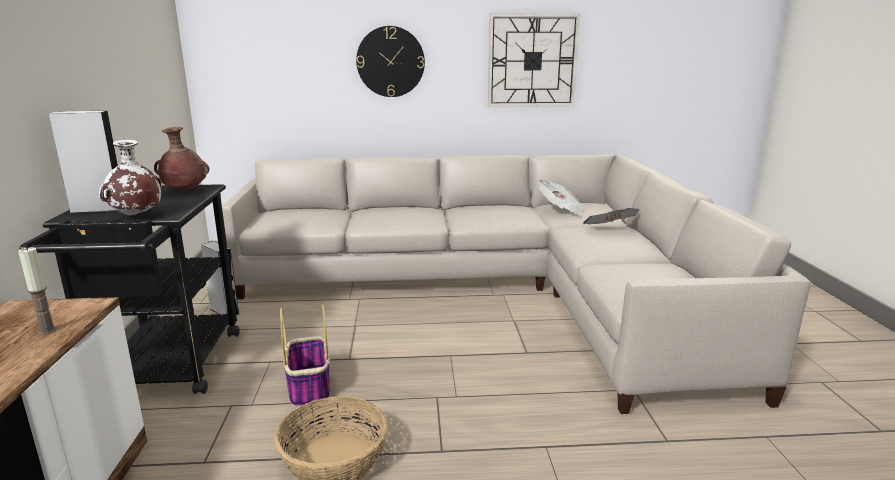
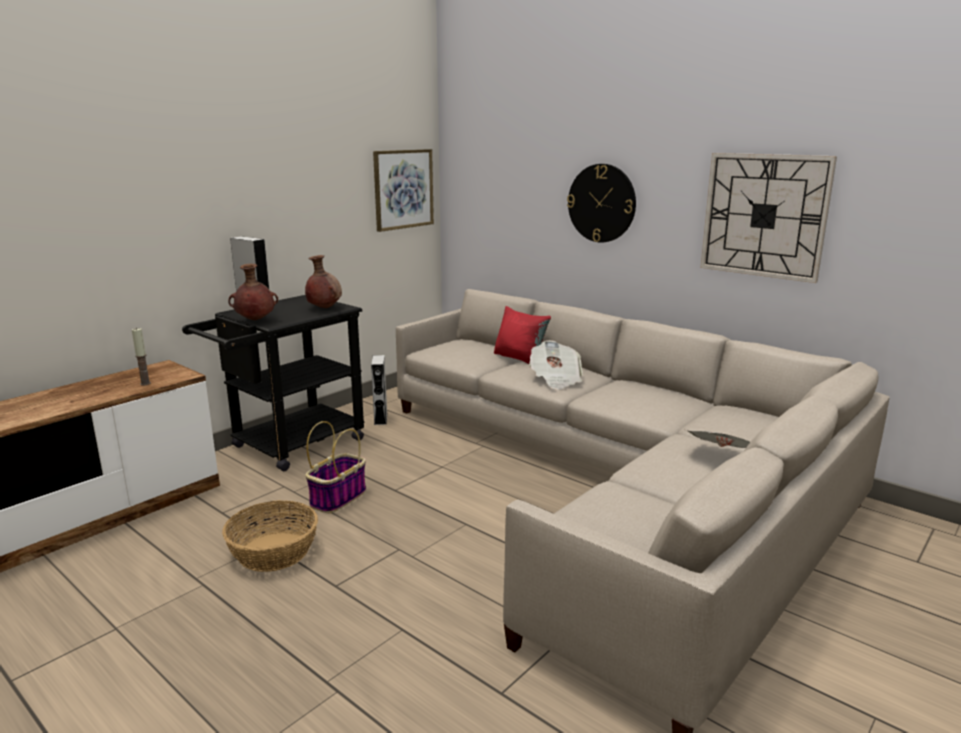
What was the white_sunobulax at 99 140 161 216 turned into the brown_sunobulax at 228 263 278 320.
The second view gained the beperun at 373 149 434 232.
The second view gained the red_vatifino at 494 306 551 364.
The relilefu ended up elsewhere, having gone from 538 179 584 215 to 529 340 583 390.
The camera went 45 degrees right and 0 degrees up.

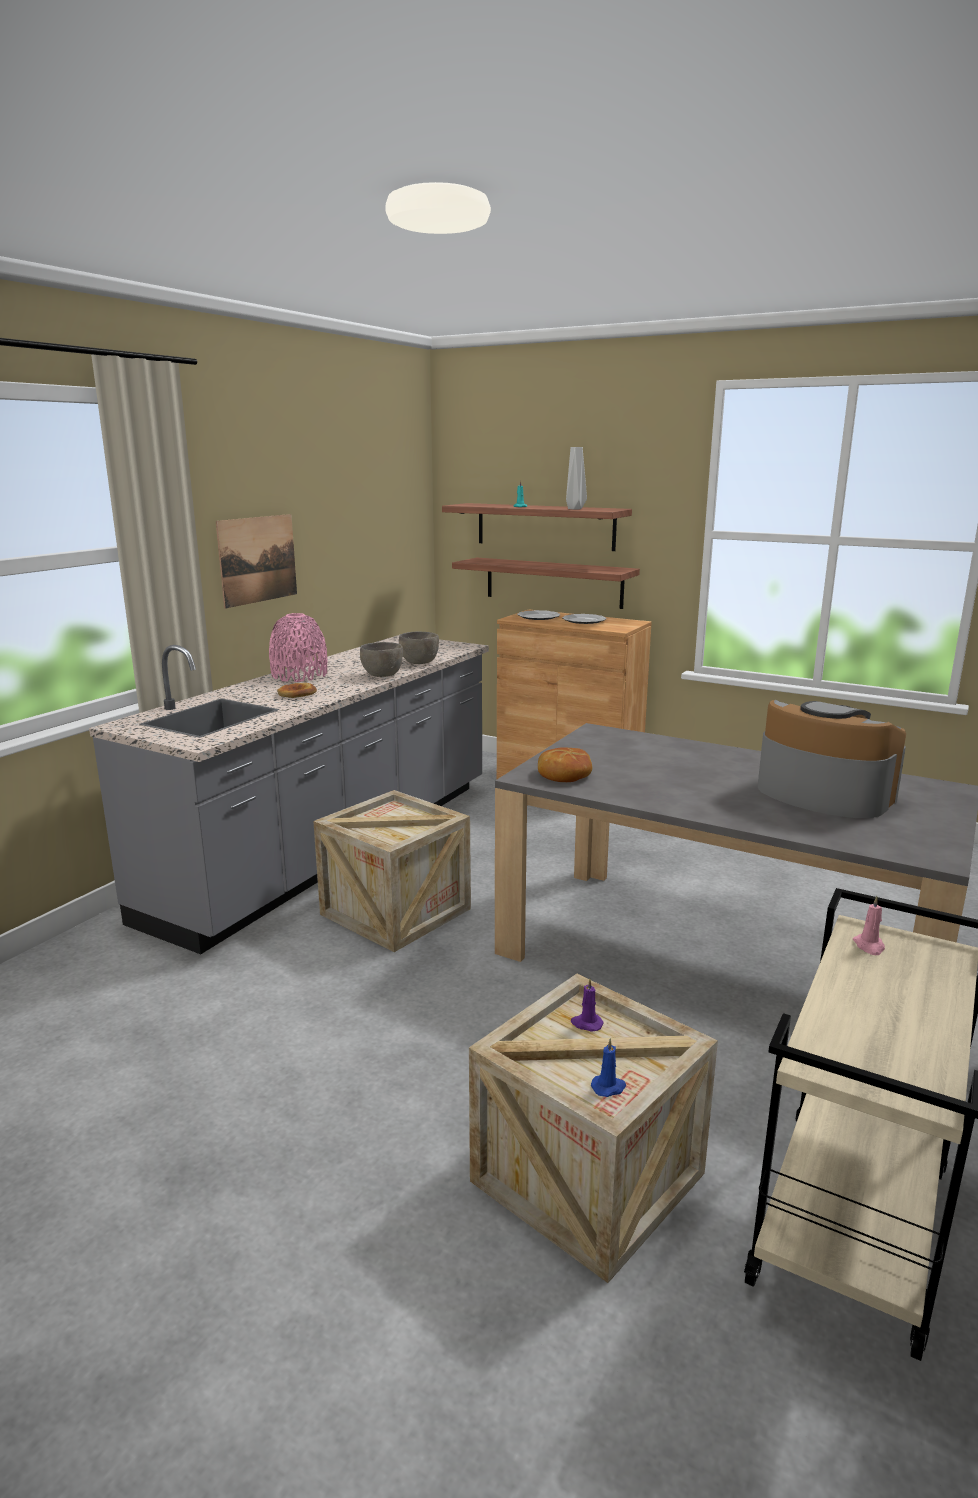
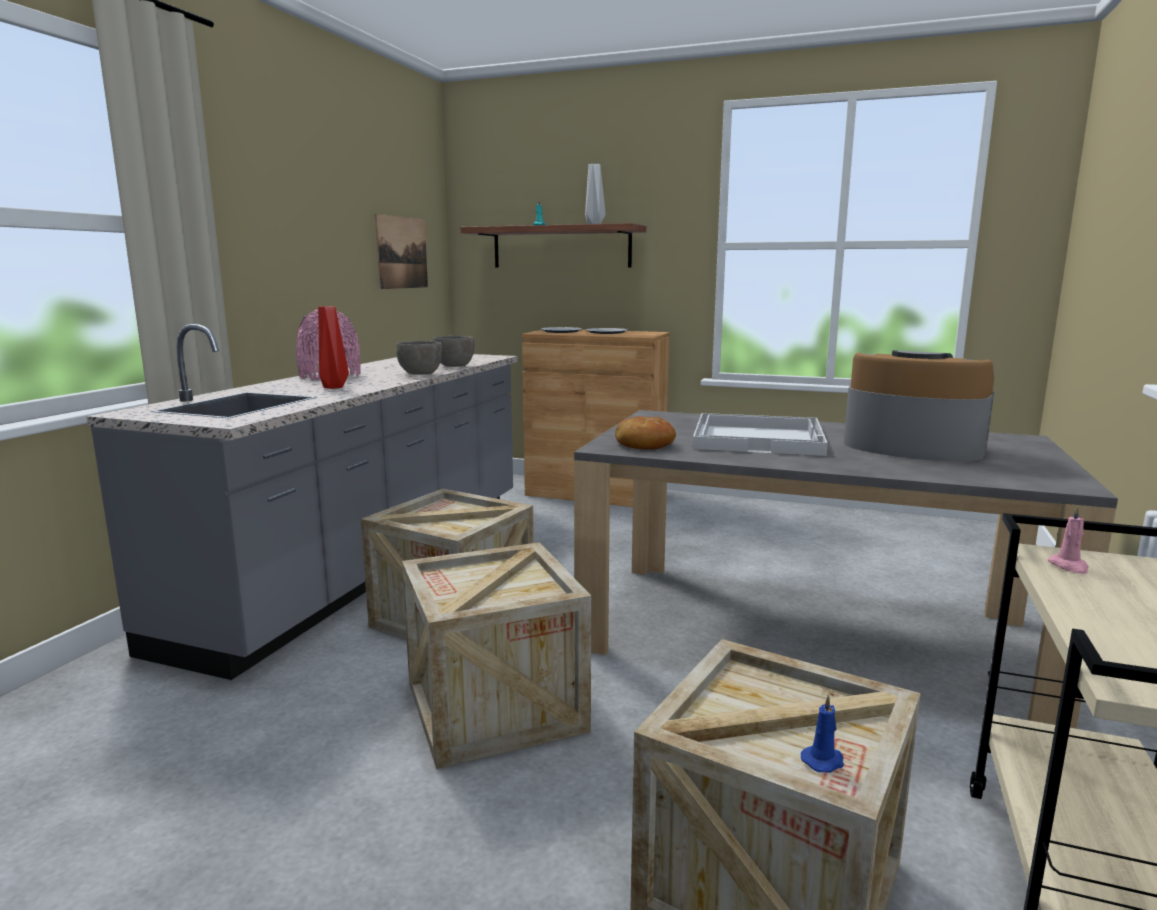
Where the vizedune stood at 277 683 317 698, the red_sunobulax came to stand at 318 306 349 389.
The beperun ended up elsewhere, having gone from 216 514 297 609 to 375 214 428 289.
The second view gained the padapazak at 402 542 591 769.
The second view gained the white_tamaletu at 693 413 828 456.
The second view lost the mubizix at 452 558 640 609.
The second view lost the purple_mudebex at 571 978 604 1032.
The camera went 10 degrees left and 5 degrees down.

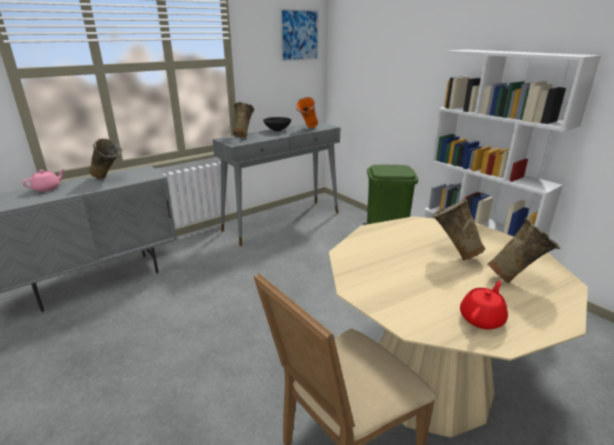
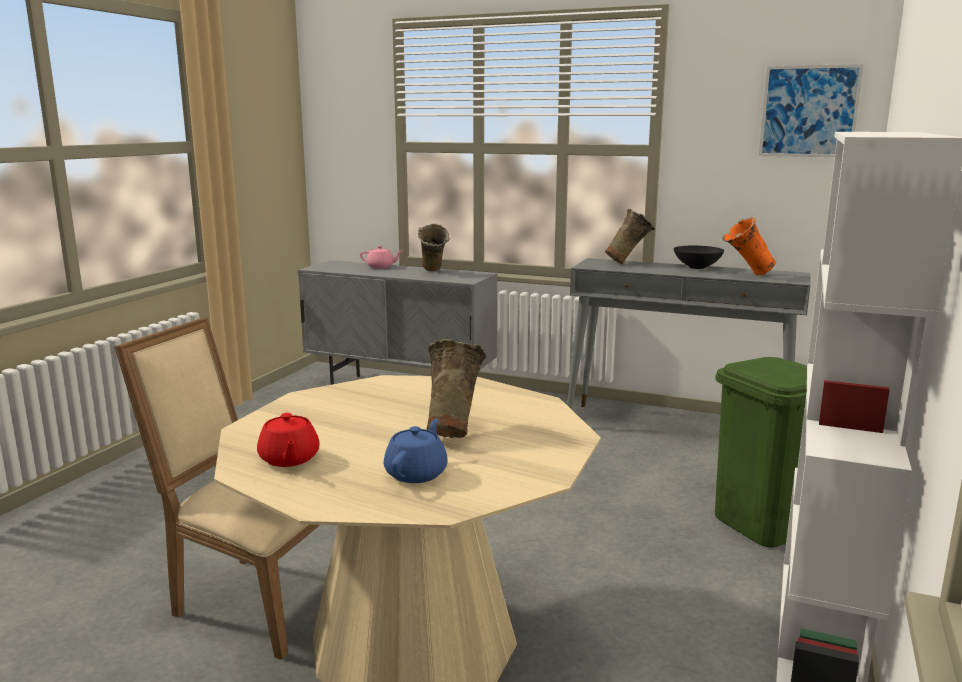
The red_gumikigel at 460 281 508 330 ended up facing another way, 60 degrees clockwise from before.
Where the beige_sunobulax stood at 488 218 560 284, the blue_gumikigel came to stand at 384 419 448 483.
The camera went 60 degrees right and 10 degrees down.

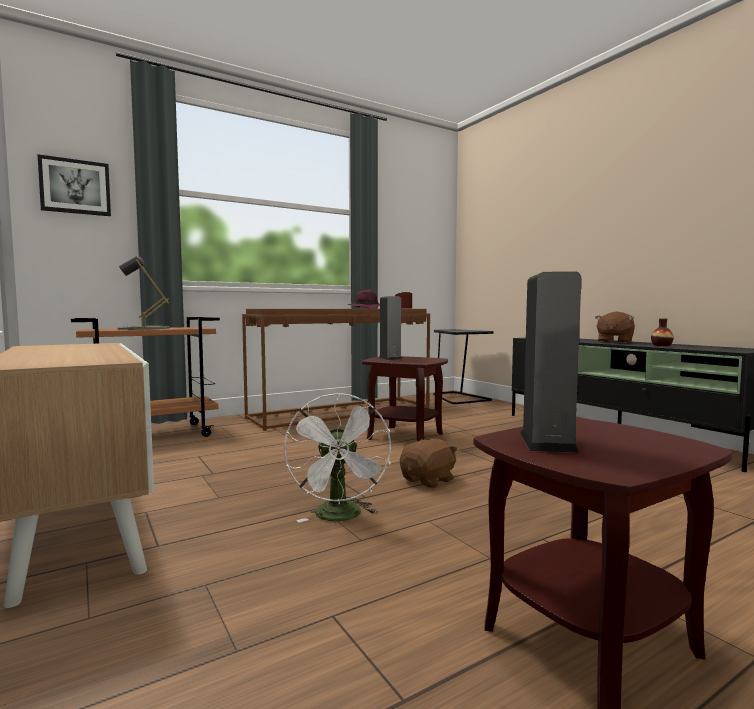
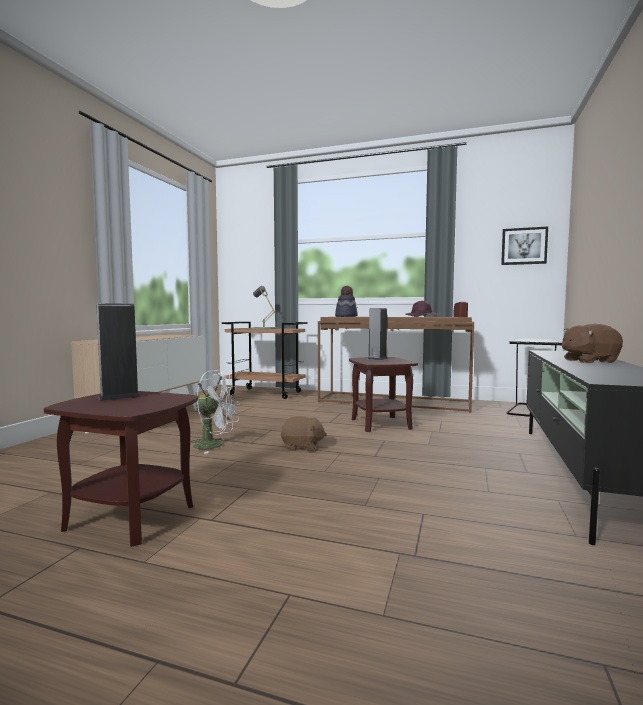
The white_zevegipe at 284 393 391 522 ended up facing another way, 120 degrees counterclockwise from before.
The second view gained the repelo at 335 286 357 317.
The beperun ended up elsewhere, having gone from 37 154 111 216 to 501 226 548 265.
The second view lost the sunobulax at 651 318 674 346.
The camera went 50 degrees right and 0 degrees up.

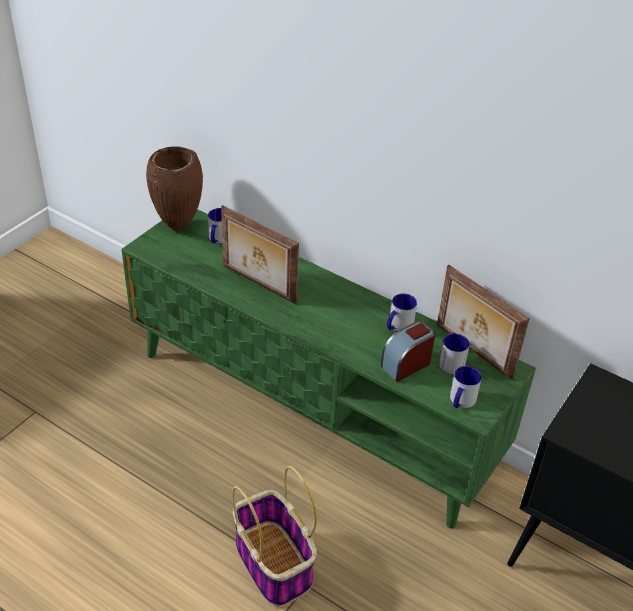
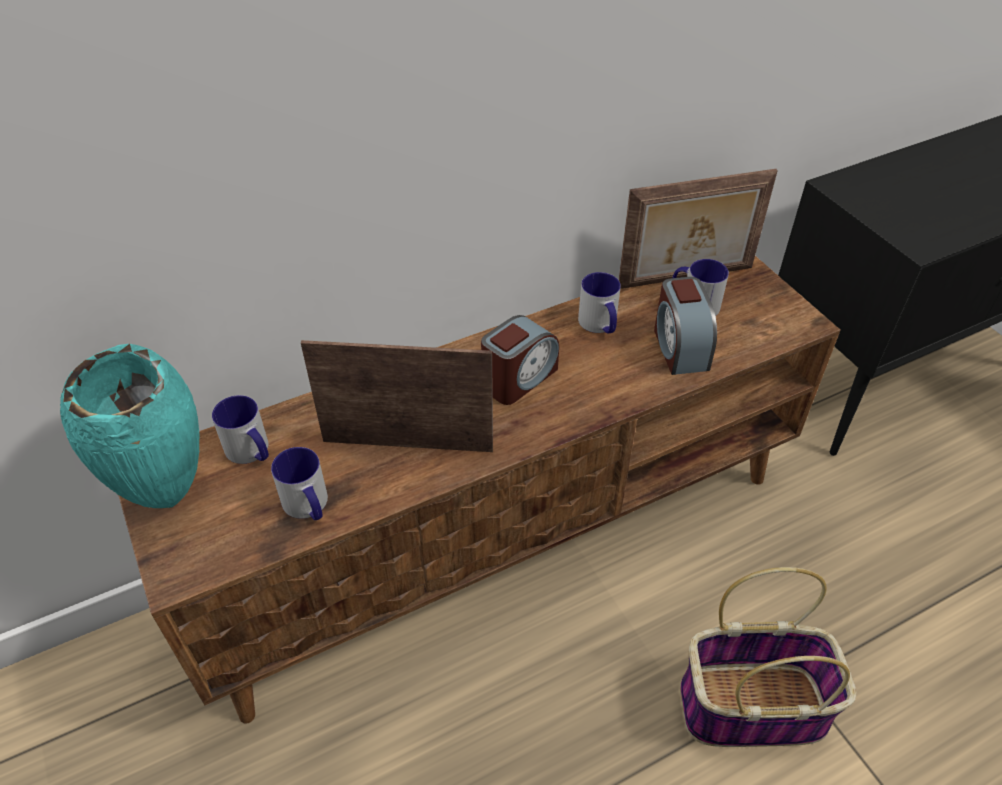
What was the brown_sunobulax at 146 146 203 231 turned into the turquoise_sunobulax at 60 344 199 508.
What was the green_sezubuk at 121 209 536 529 turned into the brown_sezubuk at 118 256 841 724.
The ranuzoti ended up elsewhere, having gone from 450 366 482 408 to 271 447 328 520.
The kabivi at 221 205 299 304 ended up facing another way, 150 degrees counterclockwise from before.
The second view gained the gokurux at 481 315 559 405.
The camera went 60 degrees left and 5 degrees up.

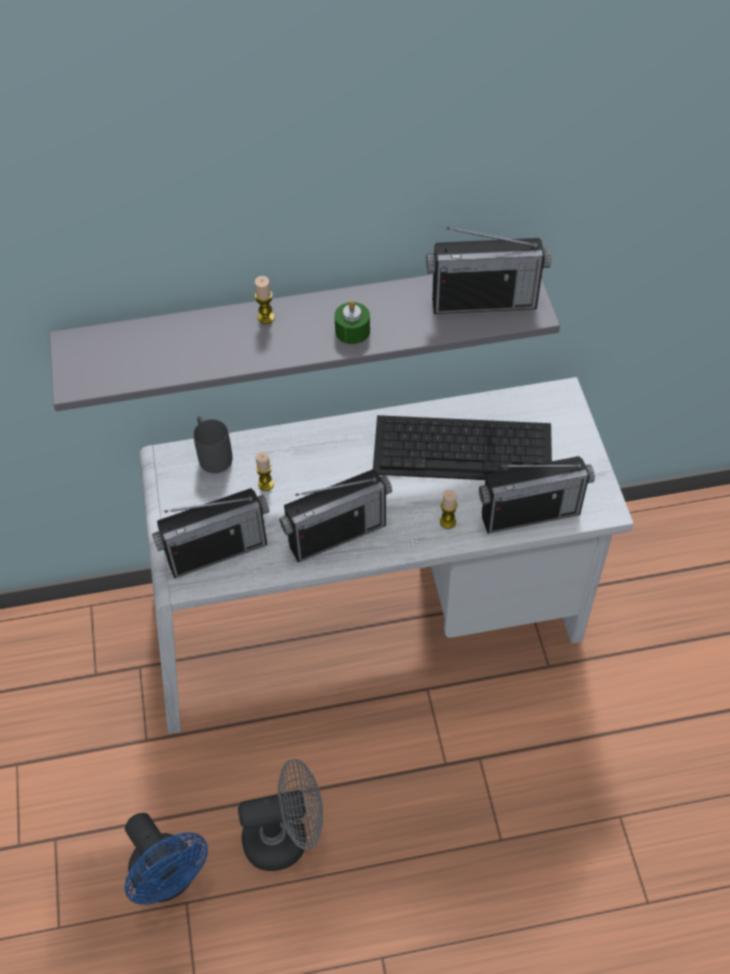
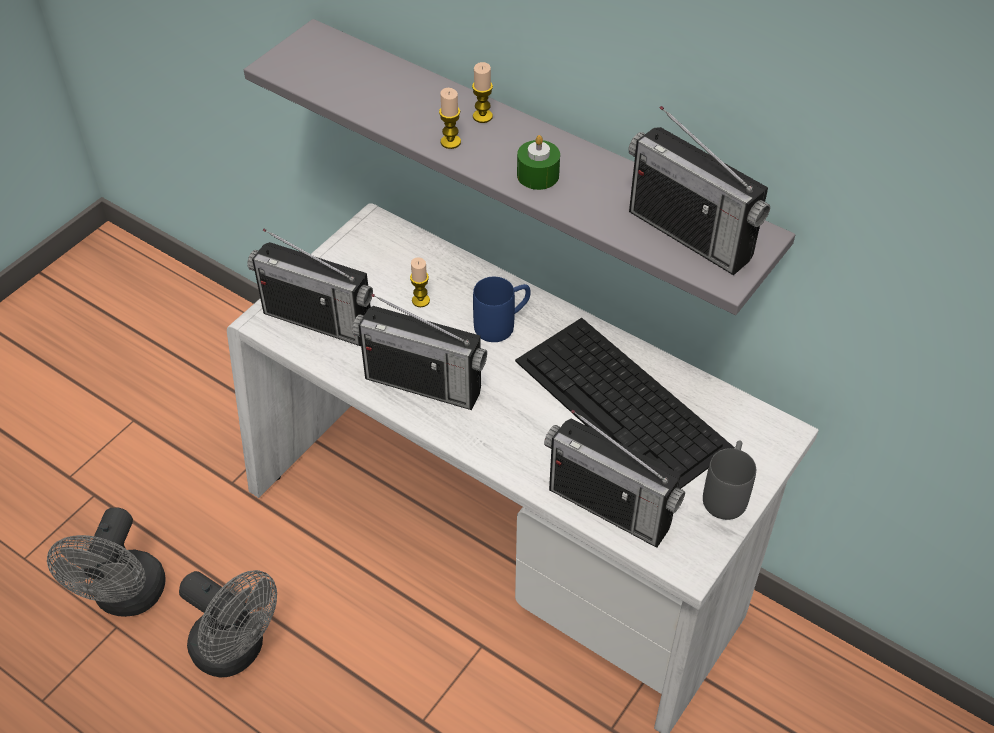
What was the blue_zevegipe at 125 813 208 905 turned into the grey_zevegipe at 47 507 166 617.
The mudebex ended up elsewhere, having gone from 440 490 457 529 to 439 88 461 149.
The second view gained the blue_ranuzoti at 473 277 530 342.
The grey_ranuzoti ended up elsewhere, having gone from 193 416 233 473 to 703 440 756 520.
The camera went 45 degrees right and 5 degrees down.

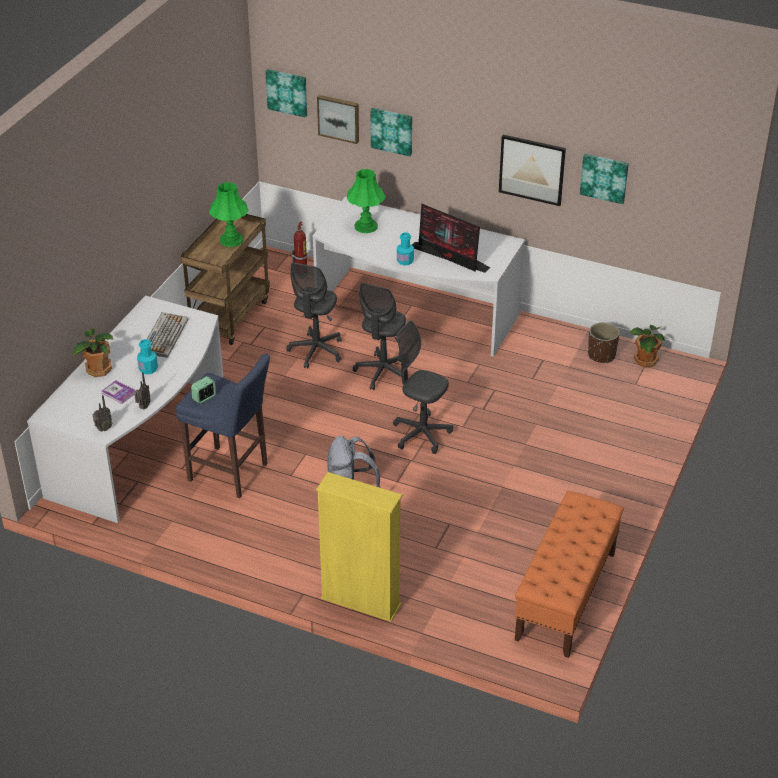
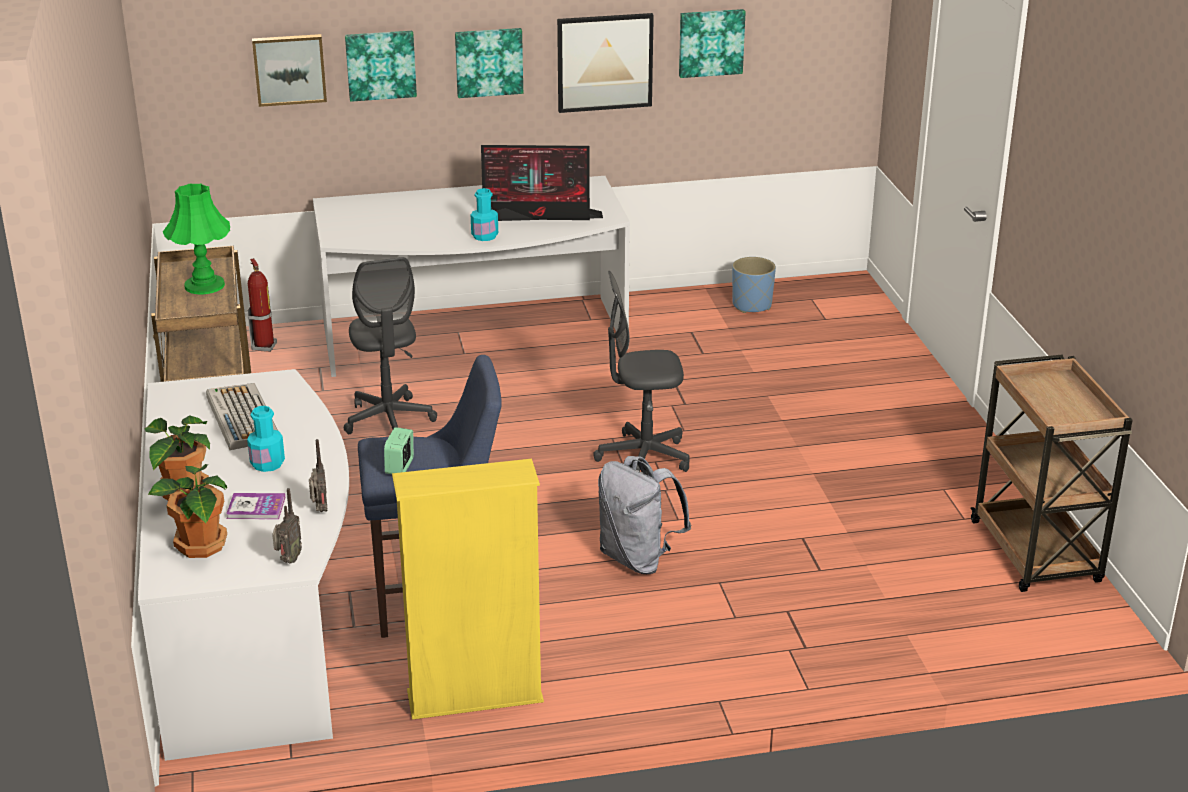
The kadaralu ended up elsewhere, having gone from 630 325 665 368 to 148 464 227 558.
The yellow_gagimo ended up elsewhere, having gone from 316 472 402 622 to 392 459 544 720.
The beperun ended up elsewhere, having gone from 265 69 307 117 to 455 28 523 98.
What was the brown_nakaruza at 588 322 620 363 turned into the blue_nakaruza at 732 257 776 313.
Where the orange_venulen stood at 515 491 624 658, the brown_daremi came to stand at 971 355 1133 592.
The second view lost the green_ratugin at 347 169 386 233.
The second view lost the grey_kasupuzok at 353 283 406 390.
The camera went 35 degrees left and 10 degrees down.

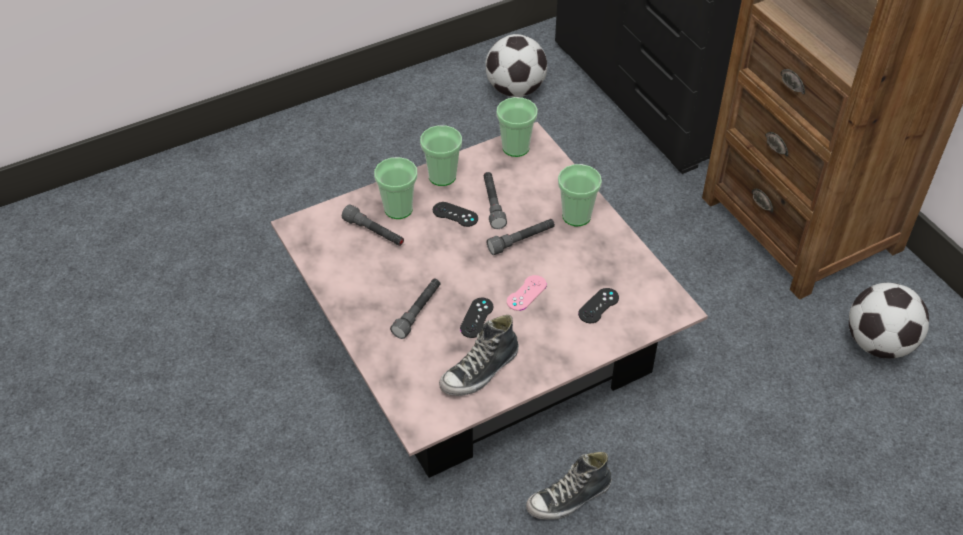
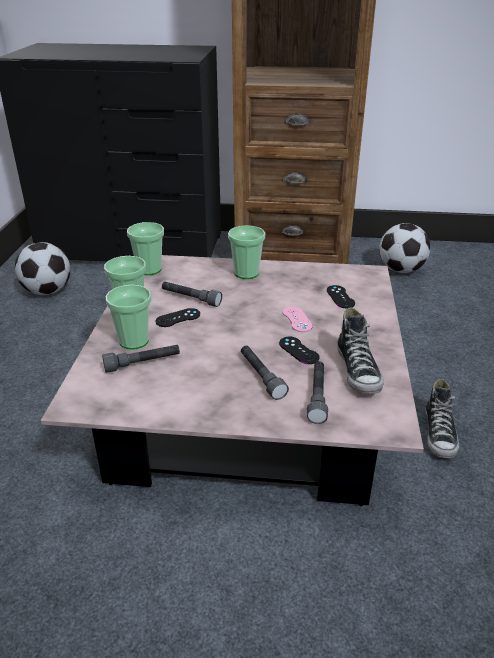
The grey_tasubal ended up elsewhere, having gone from 487 219 555 255 to 307 361 328 424.
The camera went 55 degrees left and 15 degrees down.

